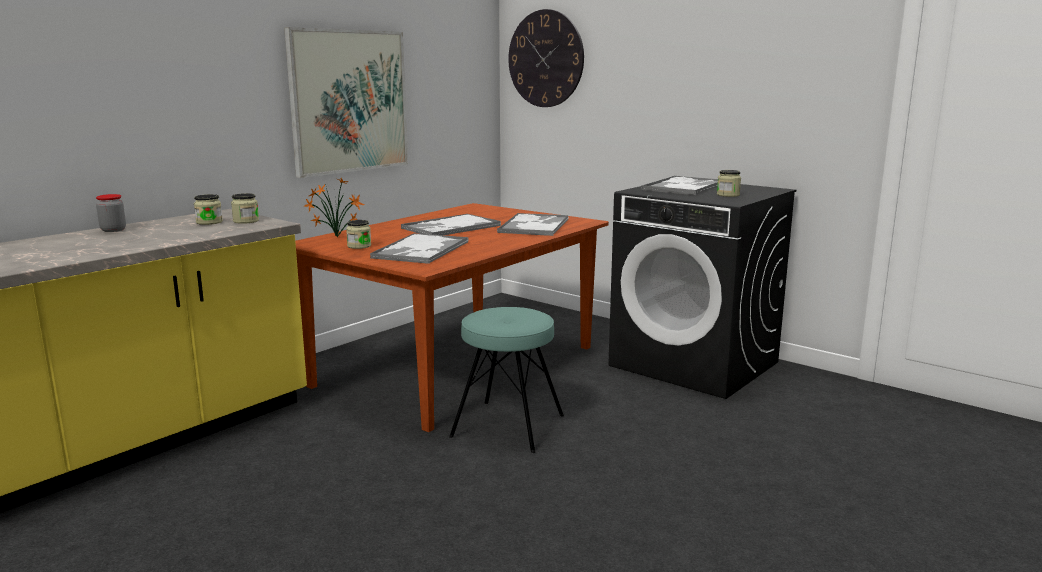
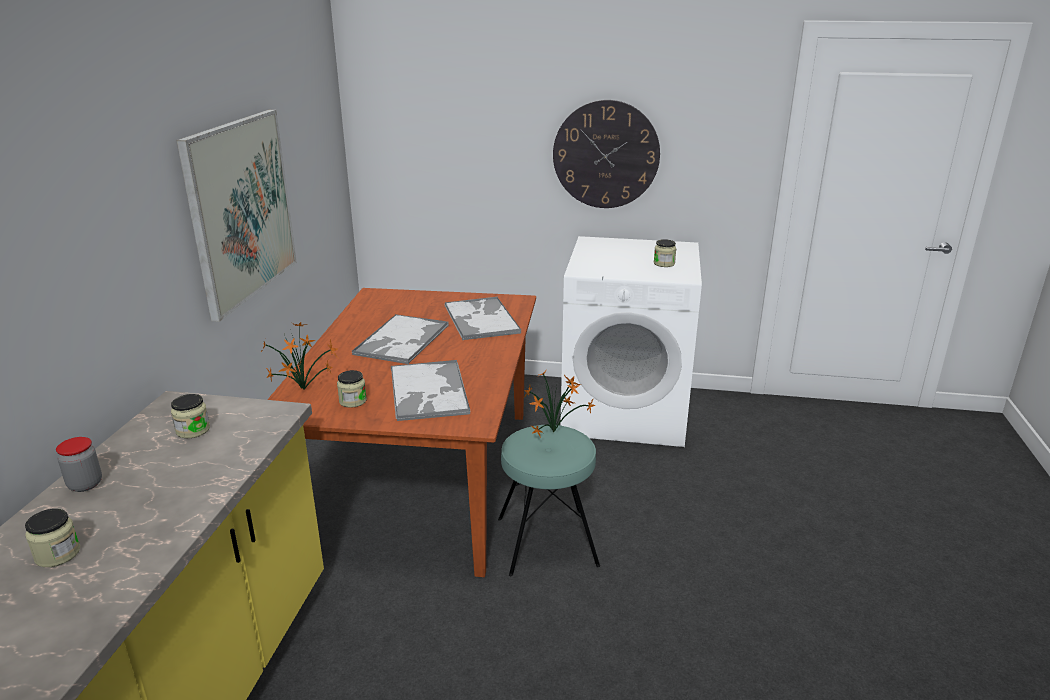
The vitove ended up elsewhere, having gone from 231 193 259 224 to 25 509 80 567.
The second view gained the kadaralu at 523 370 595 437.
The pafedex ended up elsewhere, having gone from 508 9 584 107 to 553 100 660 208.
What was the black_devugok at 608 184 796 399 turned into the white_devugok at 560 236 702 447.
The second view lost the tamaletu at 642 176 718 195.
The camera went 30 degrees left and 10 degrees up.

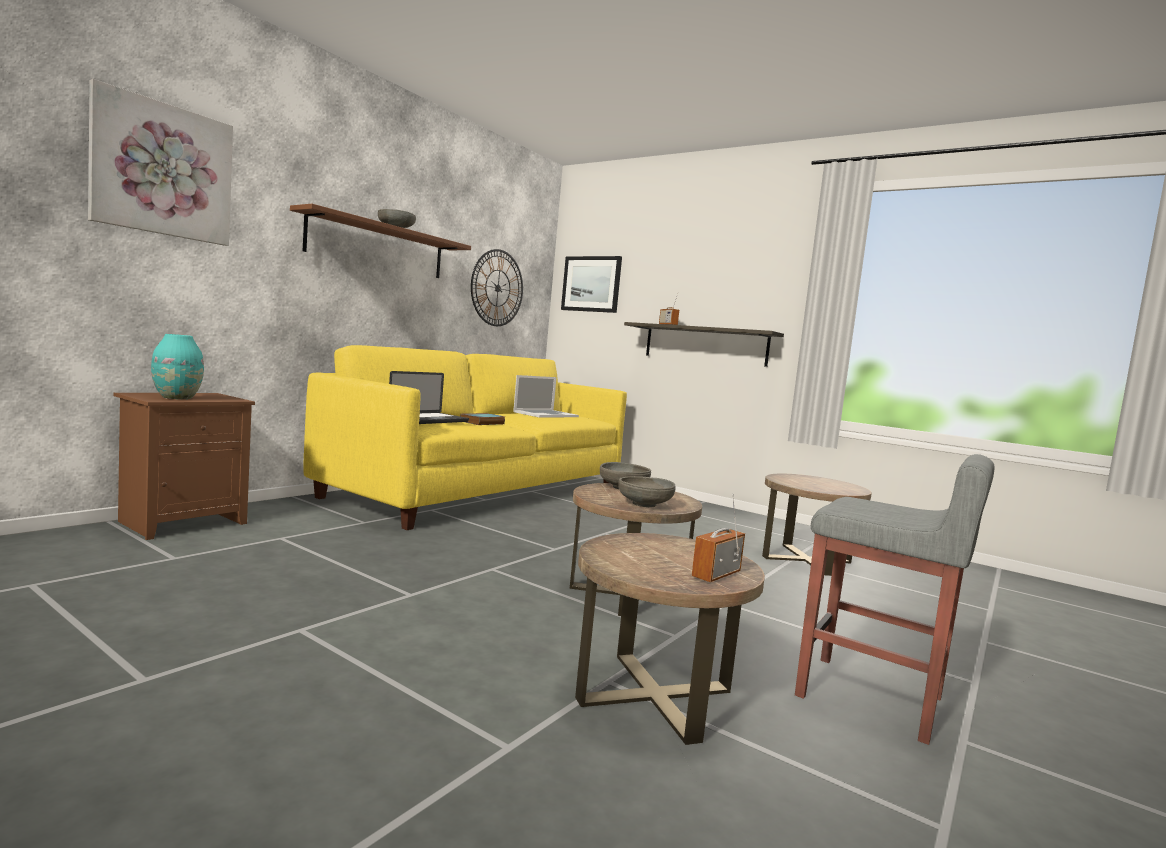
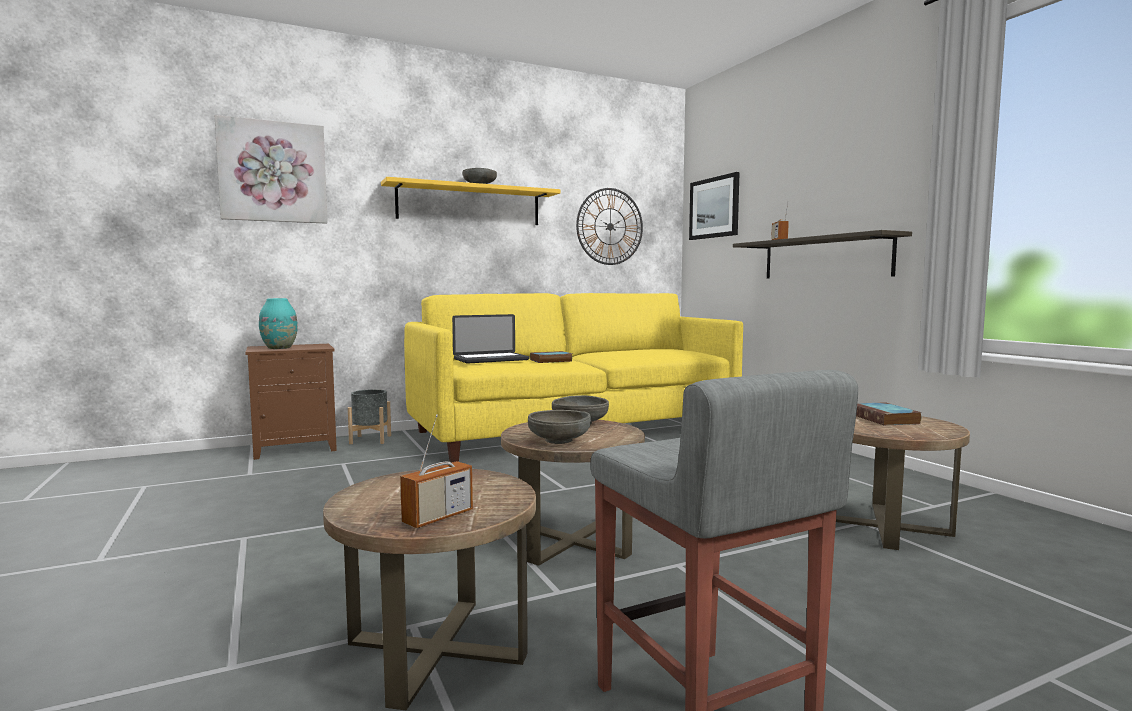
The second view gained the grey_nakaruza at 348 389 391 444.
What was the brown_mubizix at 290 204 471 278 turned into the yellow_mubizix at 381 177 561 225.
The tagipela at 692 494 745 582 ended up facing another way, 150 degrees clockwise from before.
The second view gained the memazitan at 856 402 922 426.
The second view lost the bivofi at 513 375 579 418.
The camera went 30 degrees right and 0 degrees up.

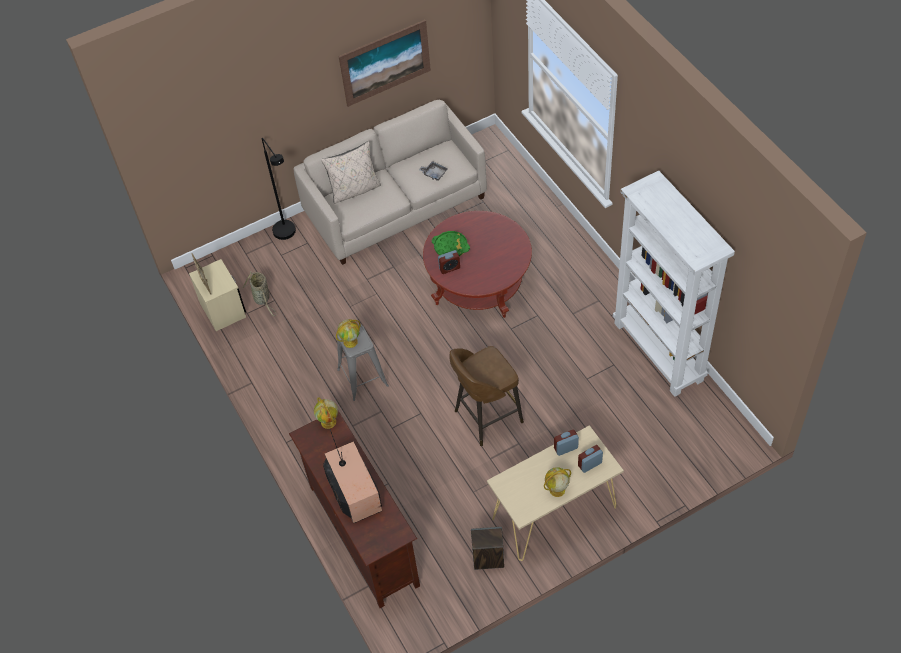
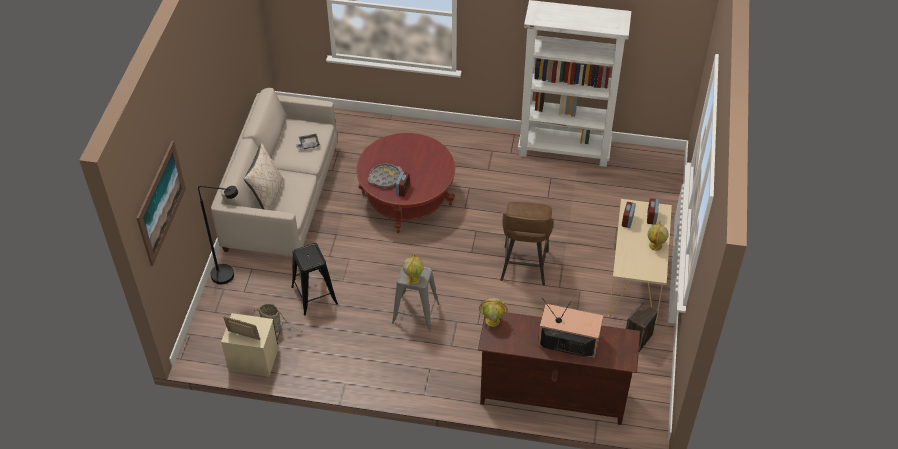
The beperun ended up elsewhere, having gone from 339 20 431 107 to 136 141 186 266.
The second view gained the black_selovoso at 291 243 338 316.
What was the green_tamaletu at 432 231 470 256 turned into the grey_tamaletu at 368 163 402 188.
The camera went 55 degrees left and 5 degrees down.

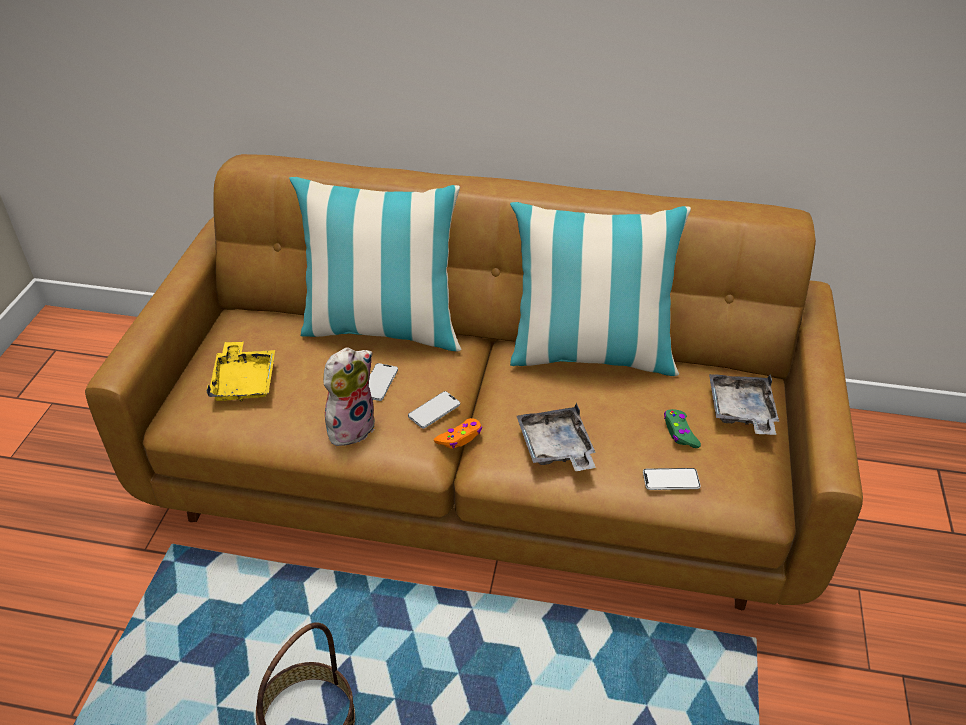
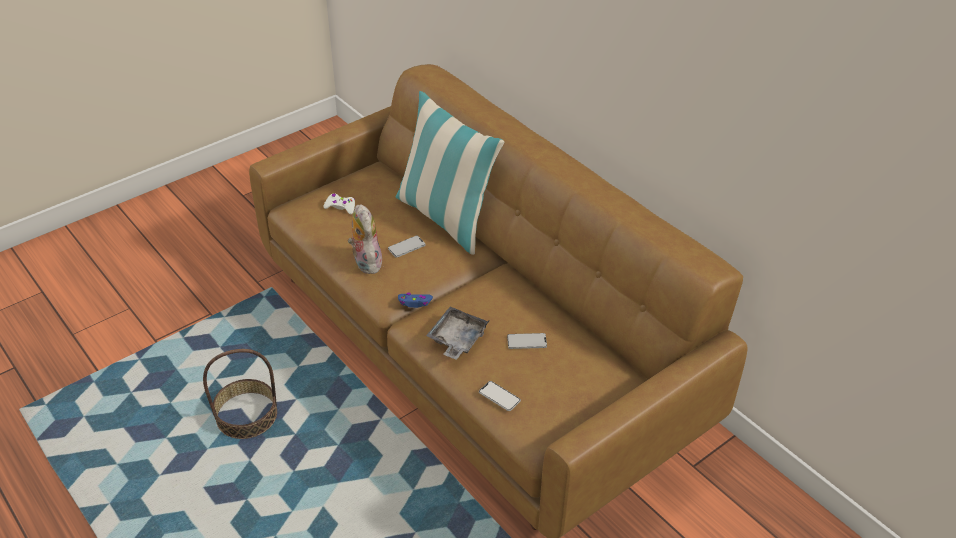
Where the yellow_tamaletu stood at 206 341 275 401, the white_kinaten came to stand at 324 193 355 214.
The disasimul at 323 347 375 448 ended up facing another way, 105 degrees counterclockwise from before.
What was the orange_kinaten at 434 418 482 448 turned into the blue_kinaten at 398 293 433 308.
The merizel ended up elsewhere, having gone from 408 391 460 429 to 507 333 547 349.
The second view lost the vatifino at 510 202 691 376.
The second view lost the green_kinaten at 664 409 701 448.
The second view lost the grey_tamaletu at 709 374 779 435.
The camera went 40 degrees right and 0 degrees up.

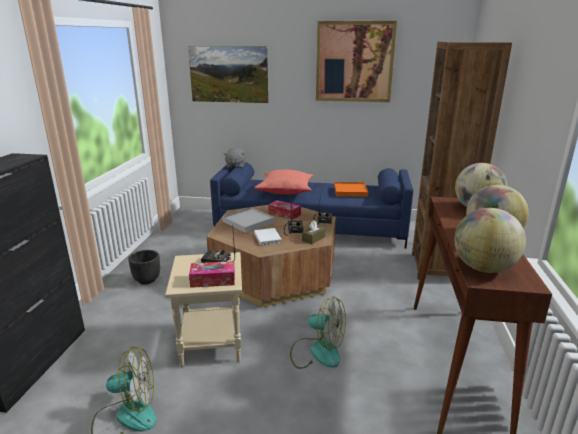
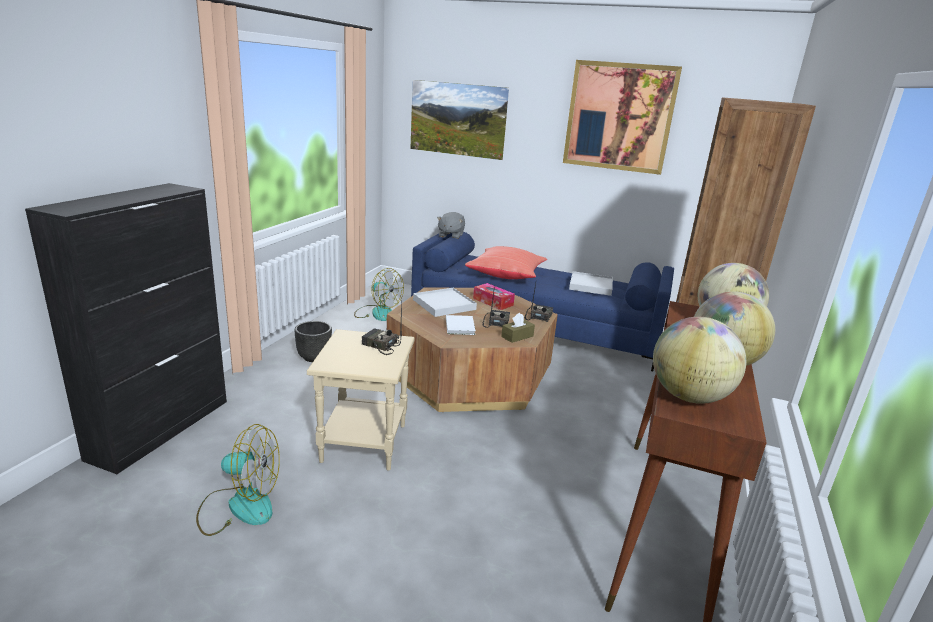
The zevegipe ended up elsewhere, having gone from 290 296 346 369 to 354 268 404 321.
What was the orange_tamaletu at 334 182 368 197 turned into the white_tamaletu at 569 271 613 296.
The second view lost the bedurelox at 189 261 235 288.
The camera went 10 degrees right and 0 degrees up.

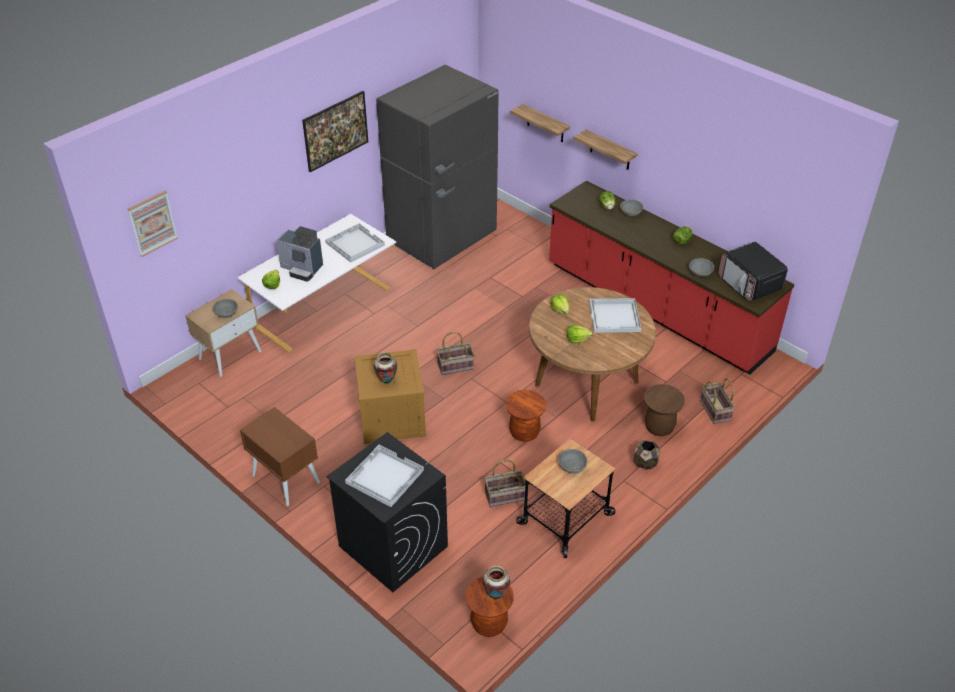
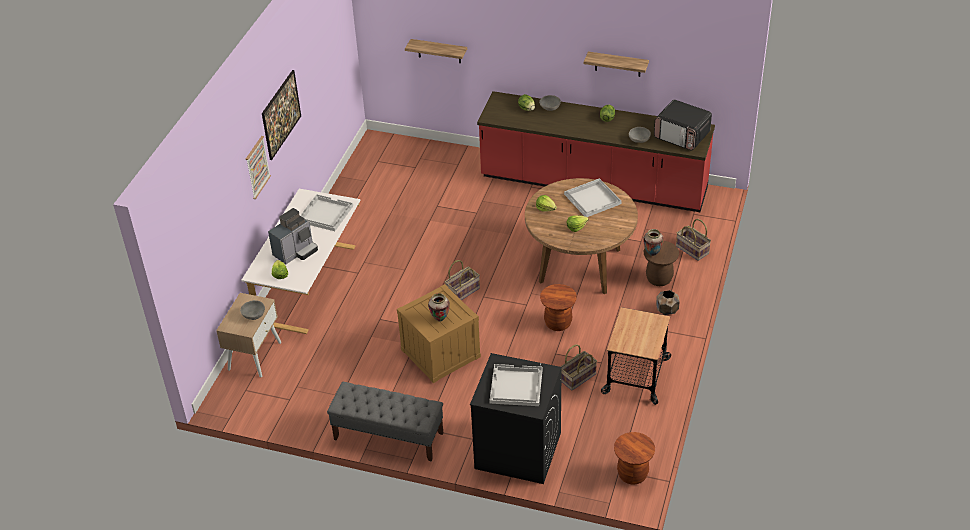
The beperun ended up elsewhere, having gone from 128 191 178 257 to 246 136 271 199.
The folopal at 276 226 323 281 ended up facing another way, 45 degrees counterclockwise from before.
Where the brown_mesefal stood at 240 407 320 506, the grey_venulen came to stand at 327 382 443 461.
The mubizix ended up elsewhere, having gone from 573 130 637 170 to 584 51 649 77.
The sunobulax ended up elsewhere, having gone from 483 566 510 599 to 643 229 664 256.
The second view lost the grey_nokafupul at 376 65 499 269.
The second view lost the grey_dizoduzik at 558 449 587 474.
The camera went 25 degrees left and 0 degrees up.

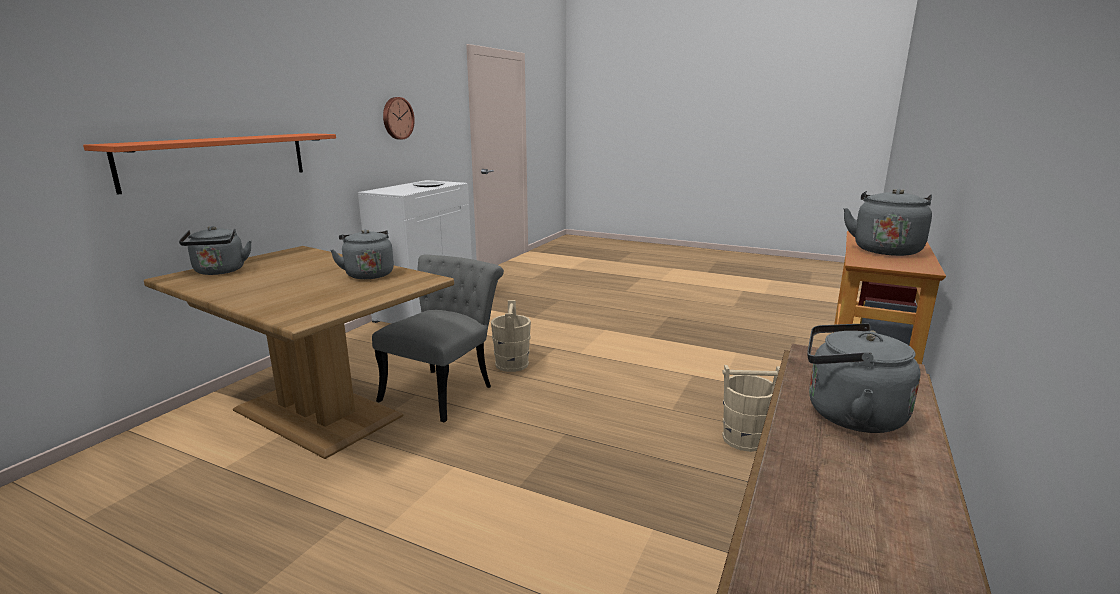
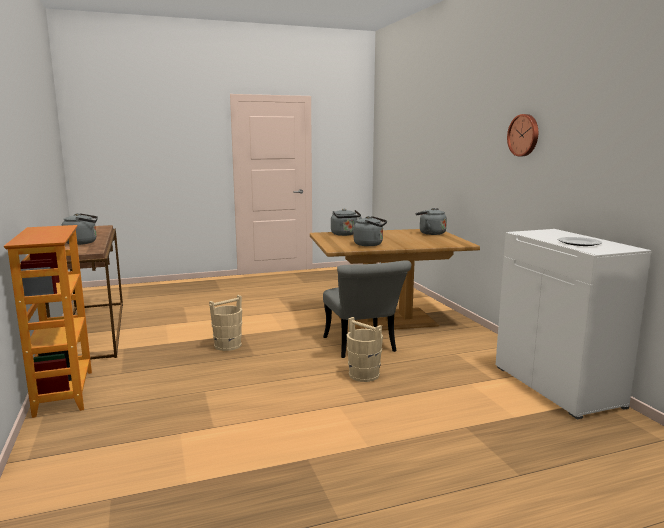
The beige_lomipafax ended up elsewhere, having gone from 722 365 780 452 to 209 295 242 351.
The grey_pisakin ended up elsewhere, having gone from 843 189 932 256 to 331 209 362 236.
The pafedex ended up elsewhere, having gone from 383 97 415 140 to 507 114 538 156.
The second view lost the orange_mubizix at 83 133 336 195.
The camera went 135 degrees right and 5 degrees down.

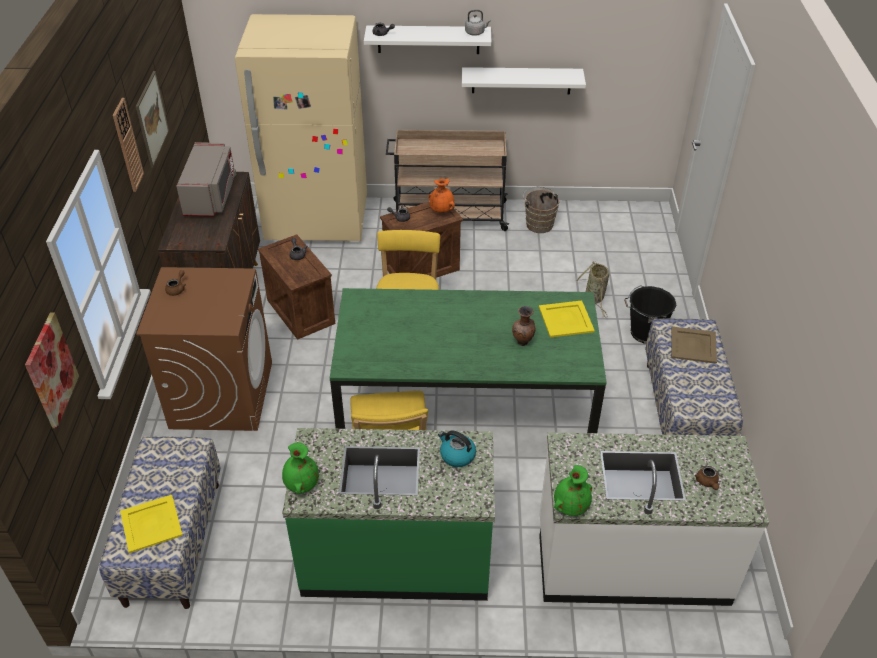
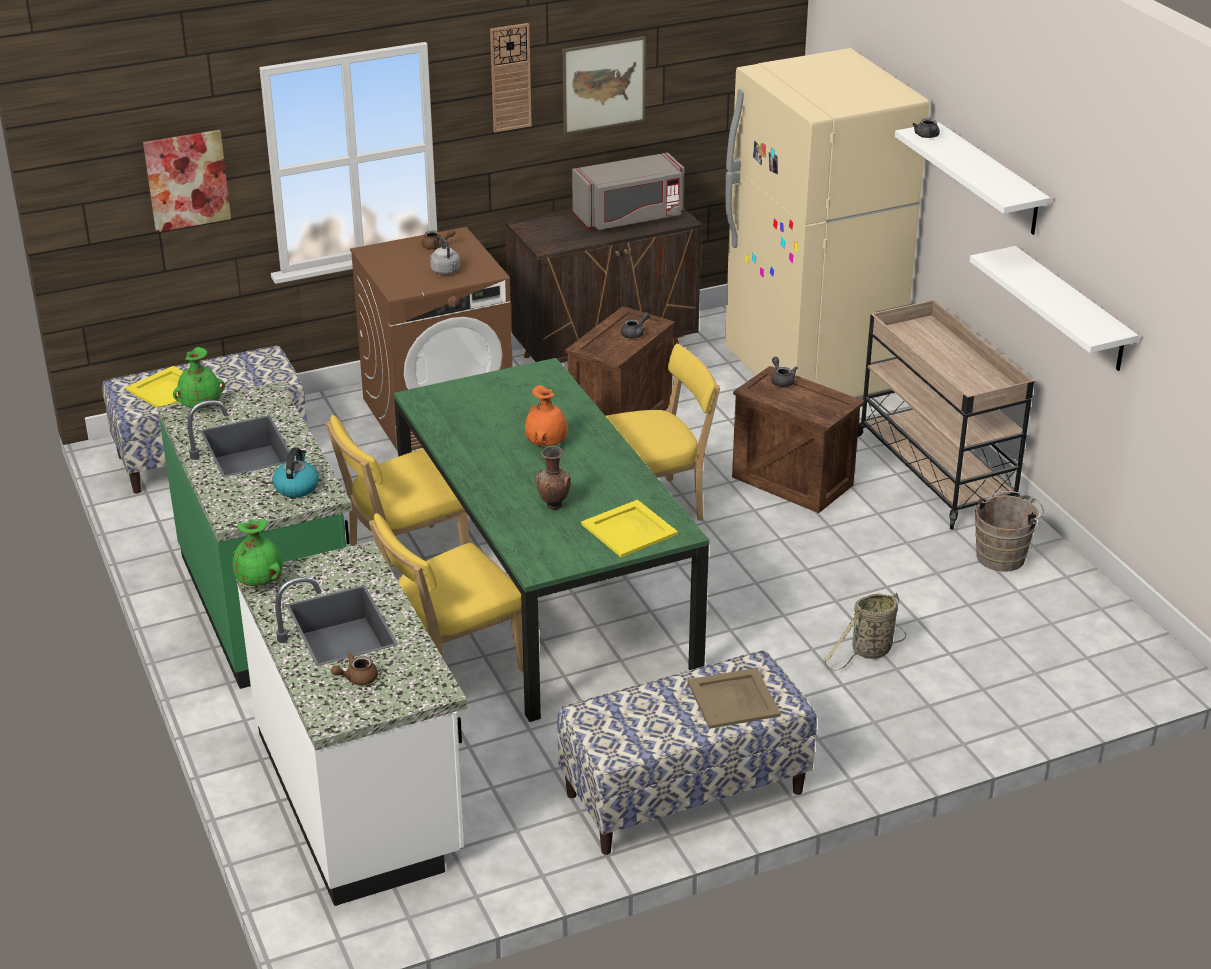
The second view gained the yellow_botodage at 369 513 523 672.
The grey_pisakin ended up elsewhere, having gone from 465 10 491 35 to 430 236 460 275.
The orange_sunobulax ended up elsewhere, having gone from 428 178 455 213 to 525 385 567 446.
The second view lost the black_lomipafax at 624 285 676 344.
The camera went 65 degrees right and 10 degrees down.

